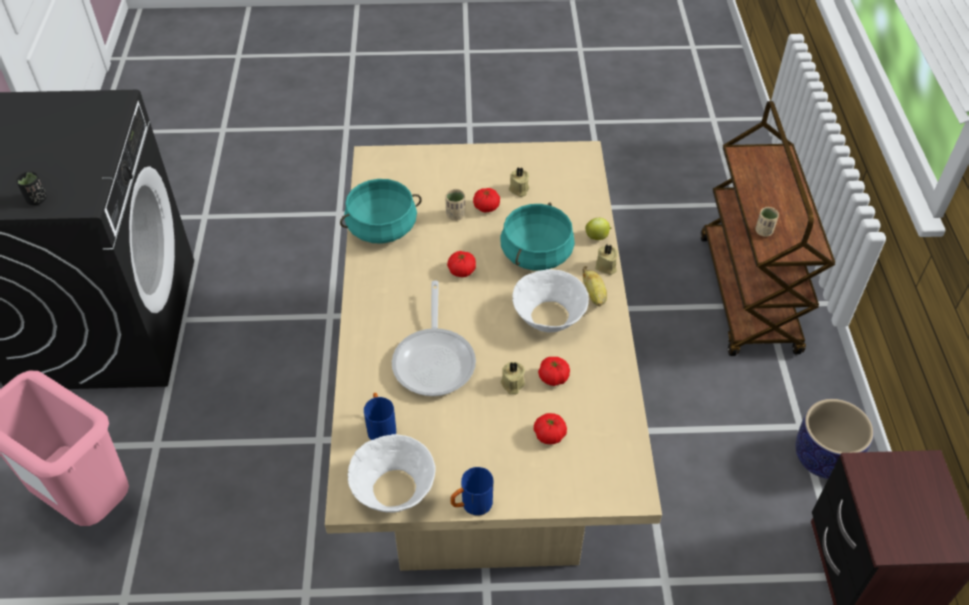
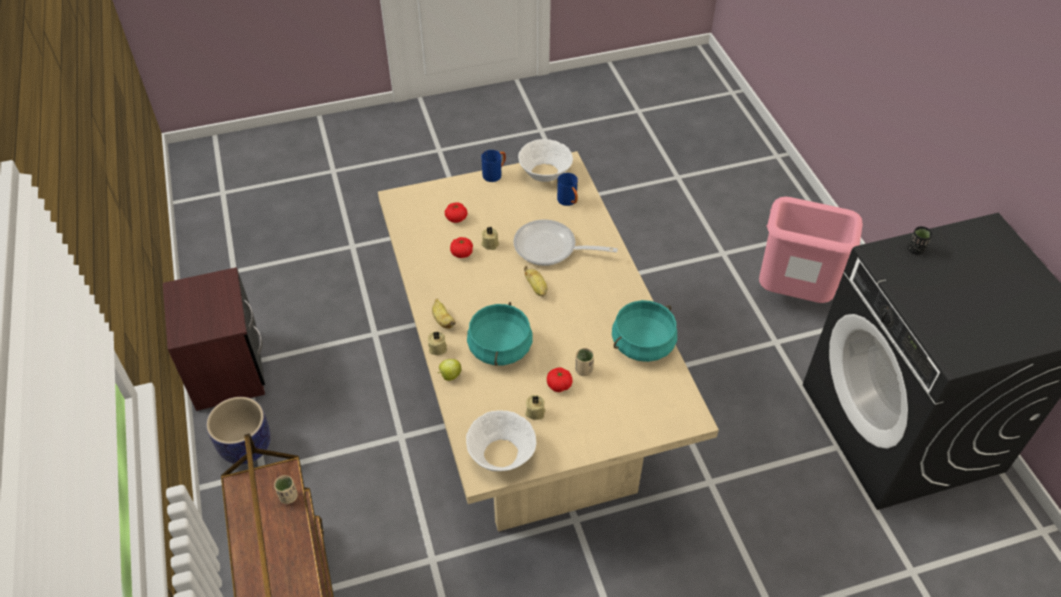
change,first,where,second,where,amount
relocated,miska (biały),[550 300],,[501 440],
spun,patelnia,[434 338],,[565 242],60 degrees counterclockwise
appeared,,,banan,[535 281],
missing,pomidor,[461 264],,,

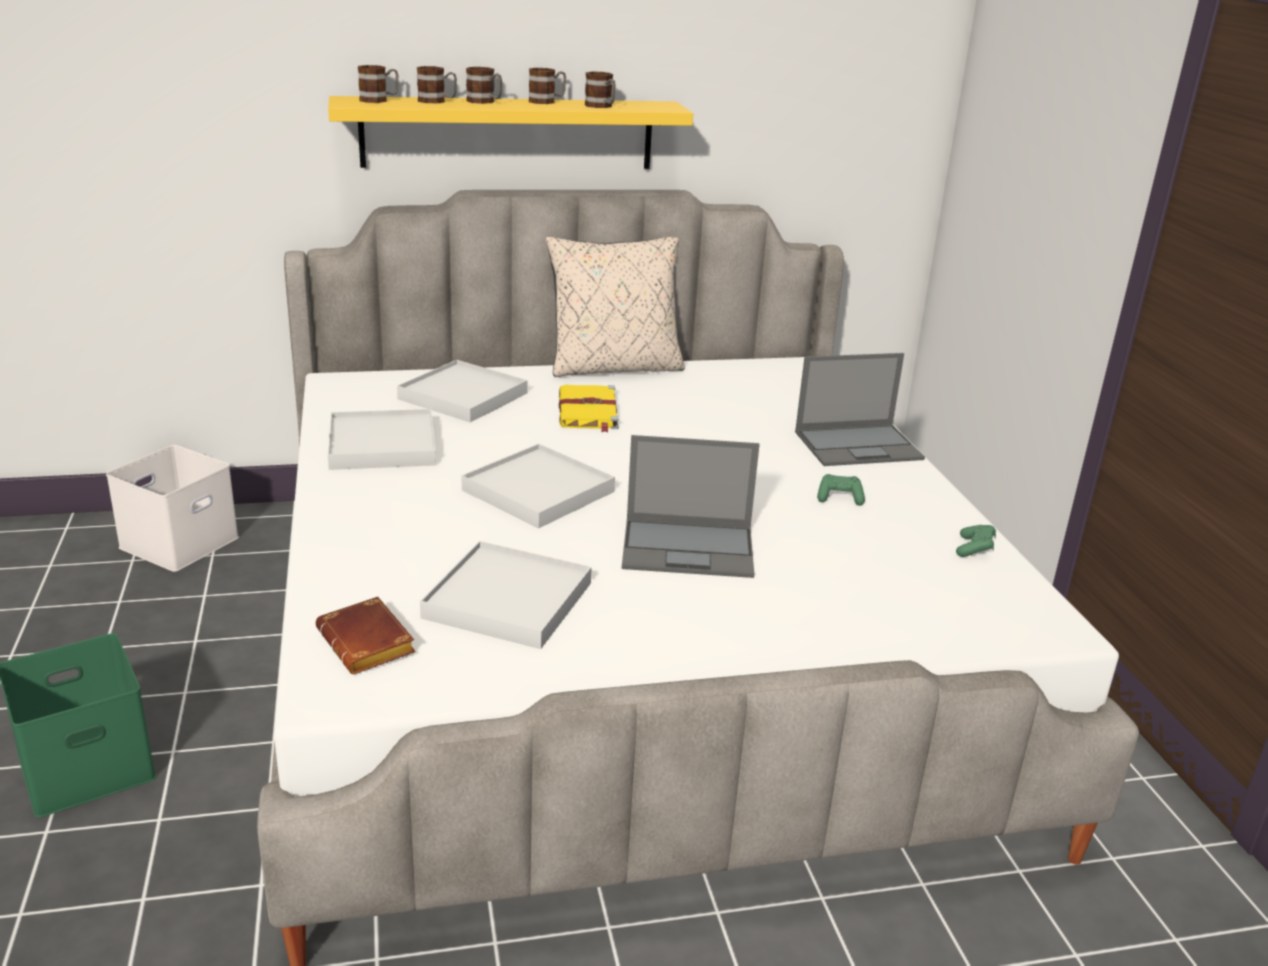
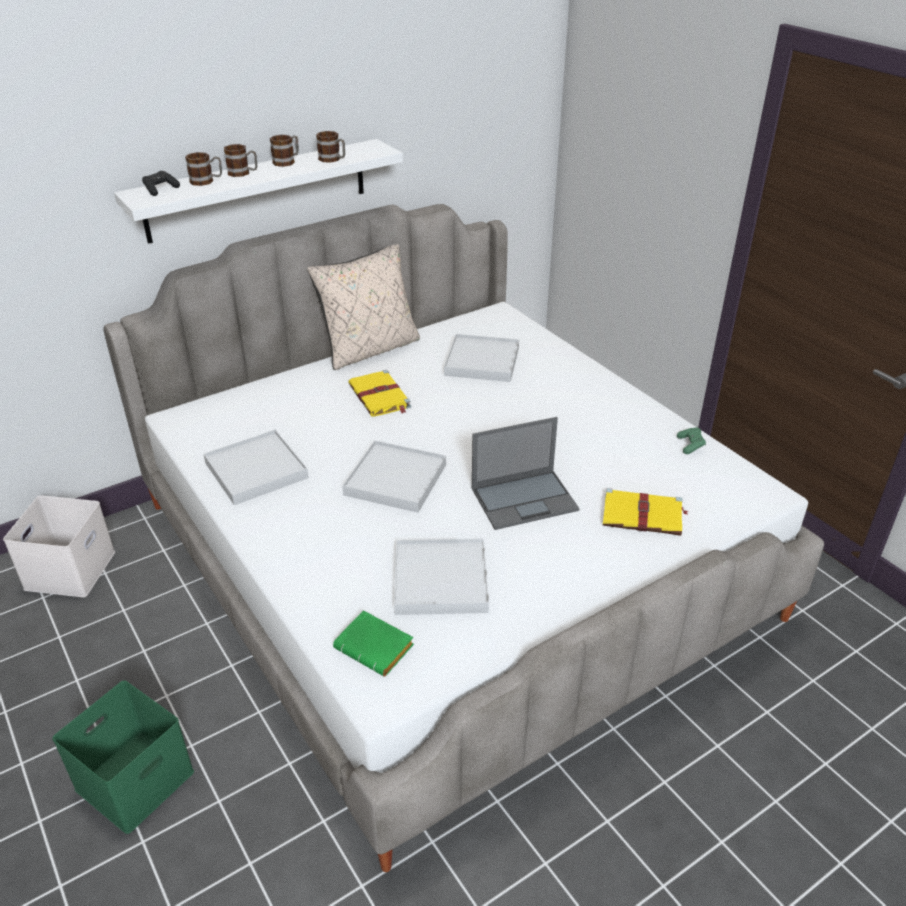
change,first,where,second,where,amount
colour,półka (żółty),[510 132],półka (biały),[258 191],
exchanged,kubek,[378 84],pad do gier (czarny),[161 183],
colour,książka (brązowy),[366 635],książka (zielony),[373 643],
relocated,taca (biały),[462 391],,[481 358],
appeared,,,książka (żółty),[646 512],
missing,laptop,[860 409],,,
missing,pad do gier (zielony),[841 490],,,

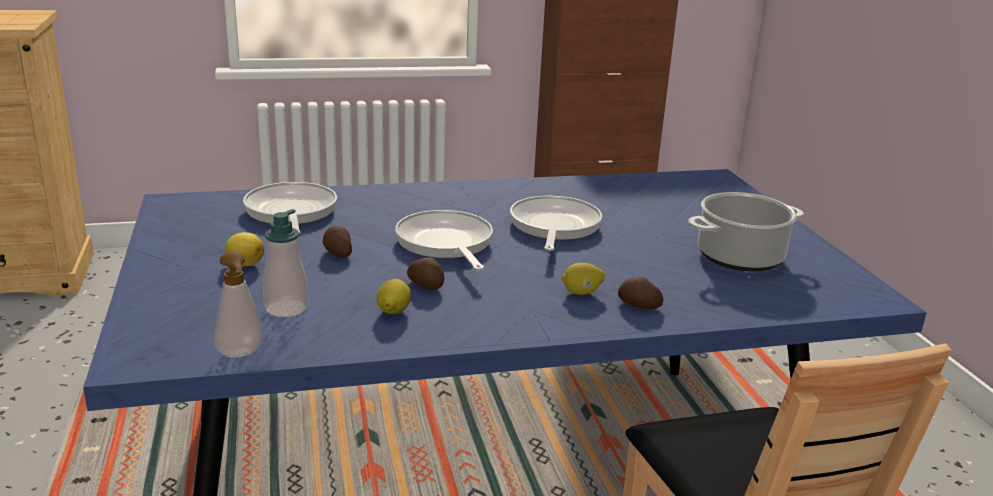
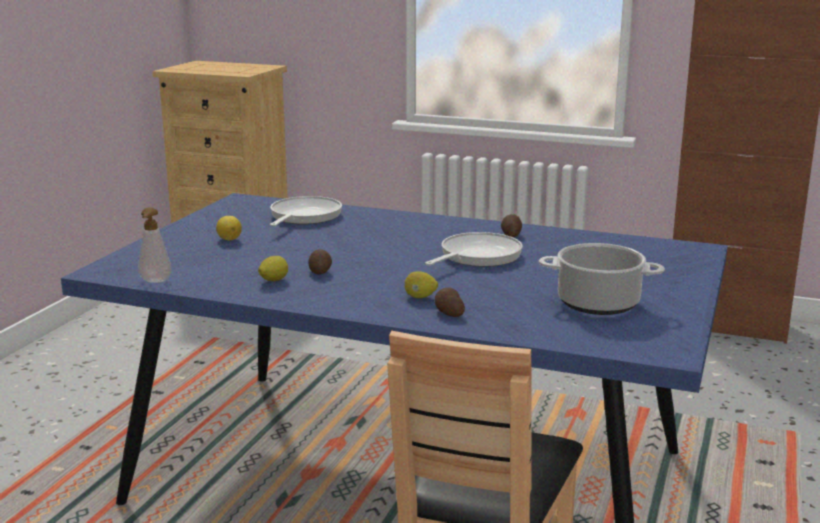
change,first,where,second,where,amount
relocated,ziemniak,[337 242],,[511 226],
missing,dozownik mydła,[286 263],,,
missing,patelnia,[444 240],,,

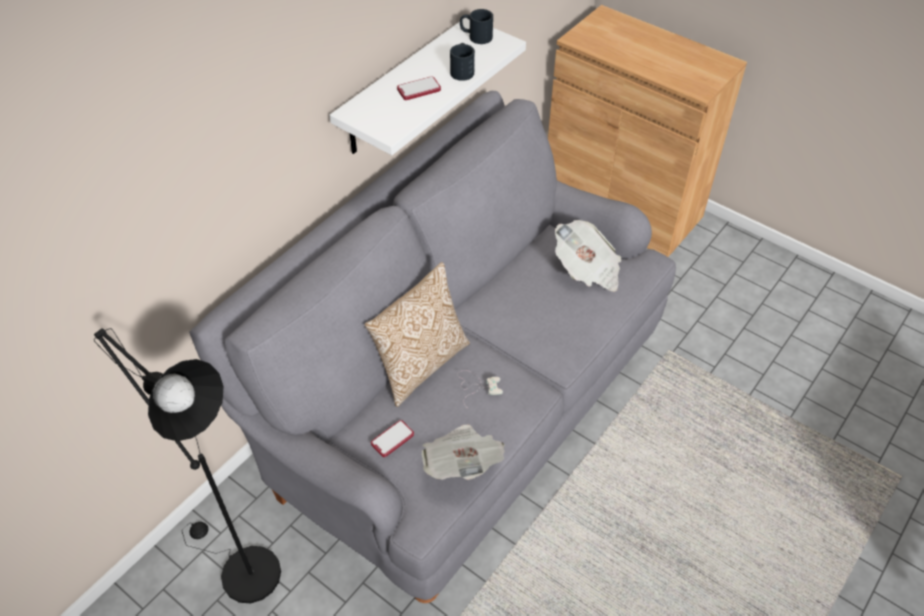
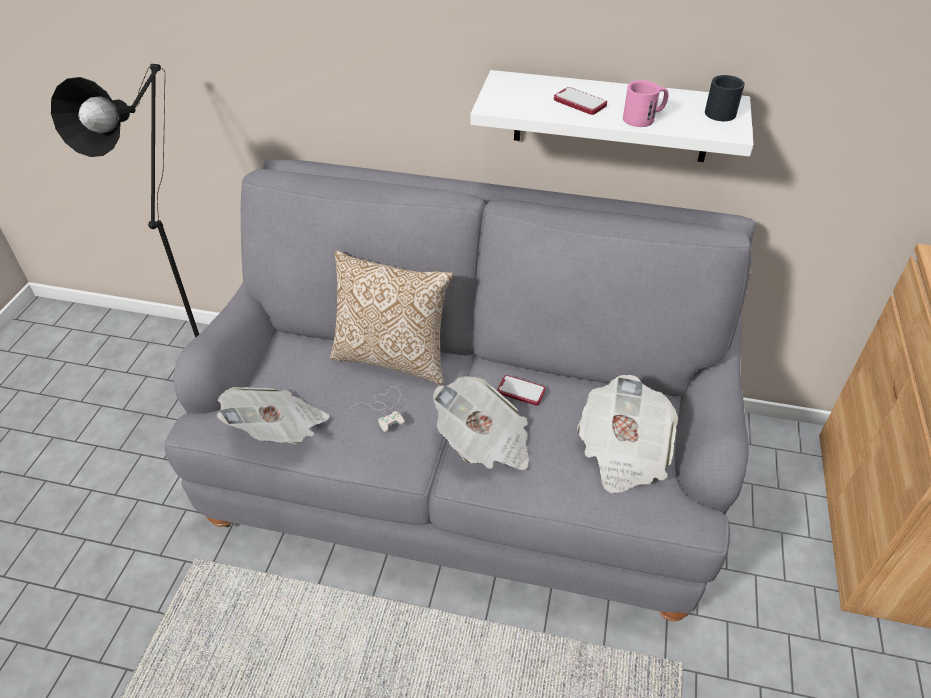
change,first,where,second,where,amount
appeared,,,gazeta,[481 423],
relocated,telefon,[392 438],,[521 390],
colour,kubek (czarny),[462 62],kubek (różowy),[646 103],

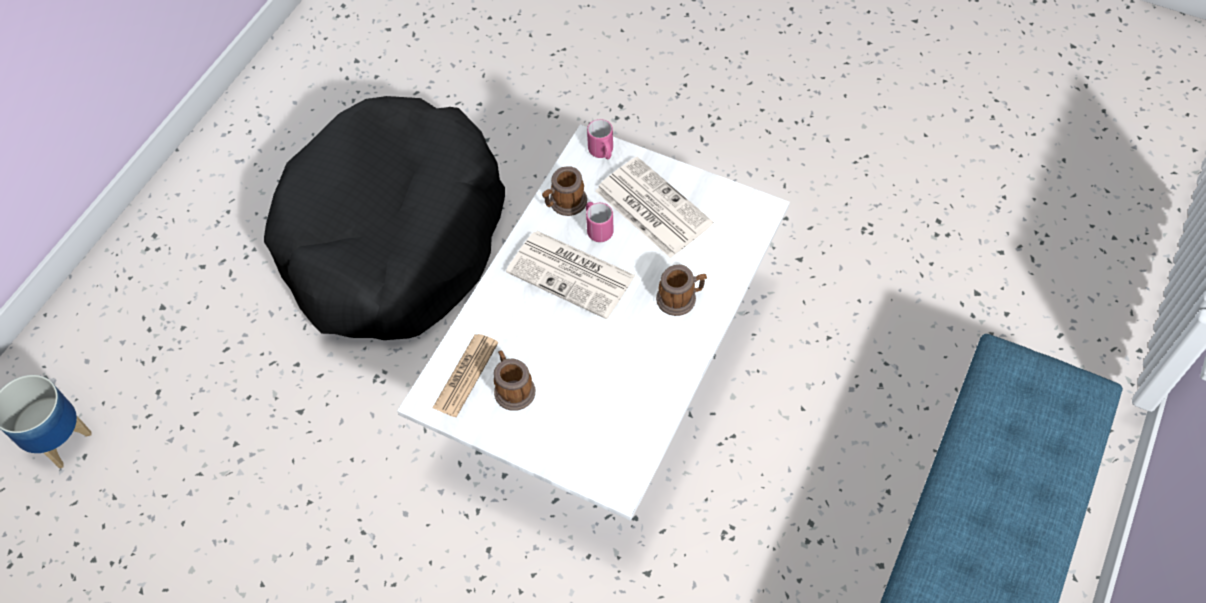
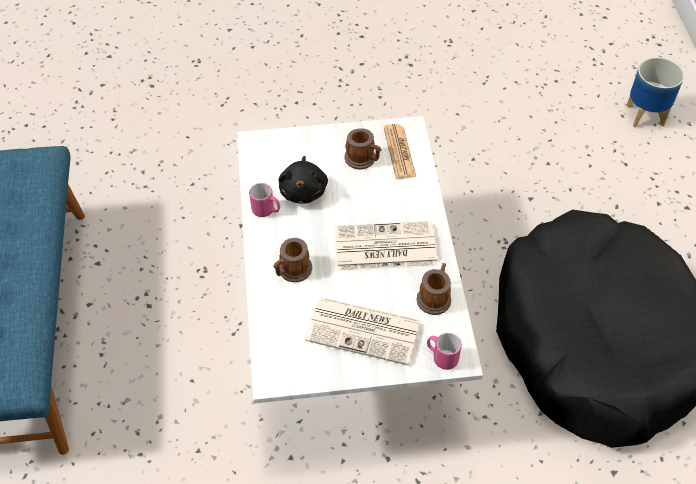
change,first,where,second,where,amount
relocated,kubek (różowy),[600 222],,[264 200],
appeared,,,pluszak (czarny),[303 180],

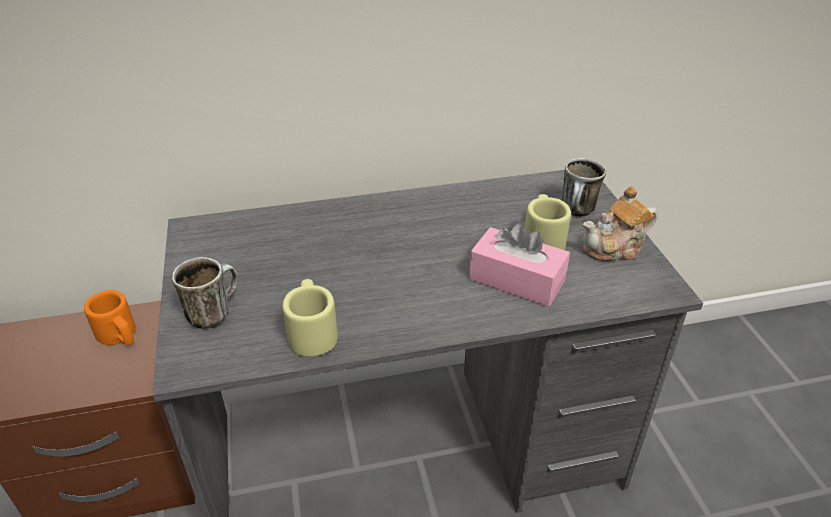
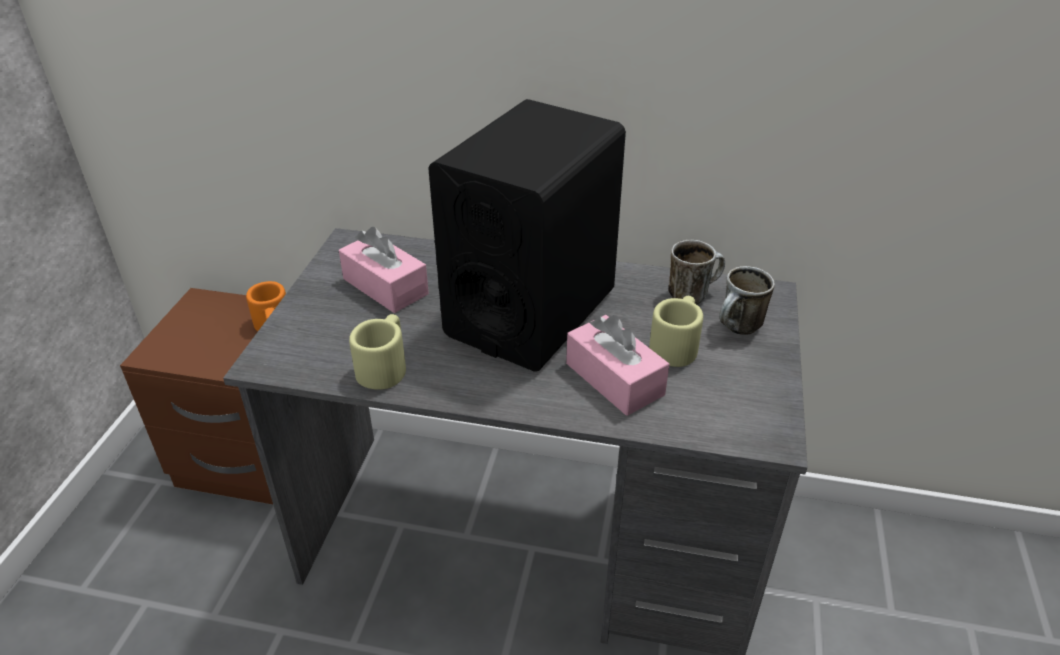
change,first,where,second,where,amount
appeared,,,pudełko chusteczek (różowy),[384 270],
appeared,,,głośnik (czarny),[527 235],
relocated,kubek,[205 293],,[696 272],
missing,imbryk,[620 223],,,

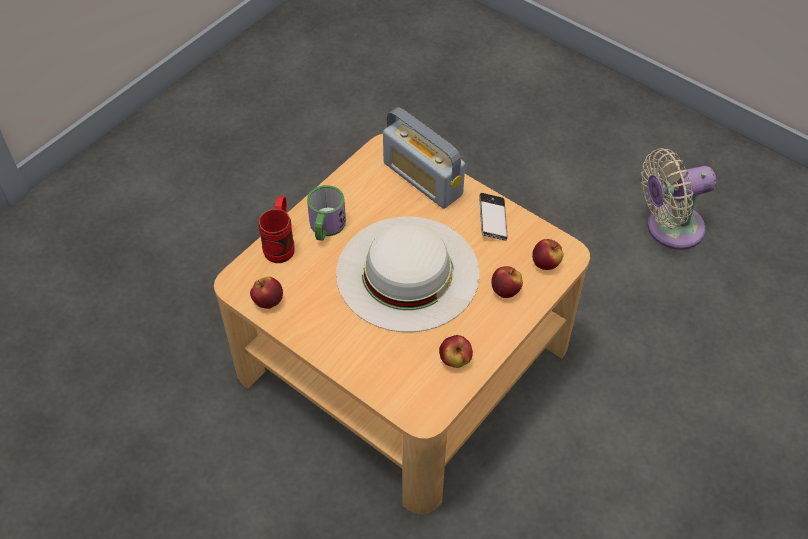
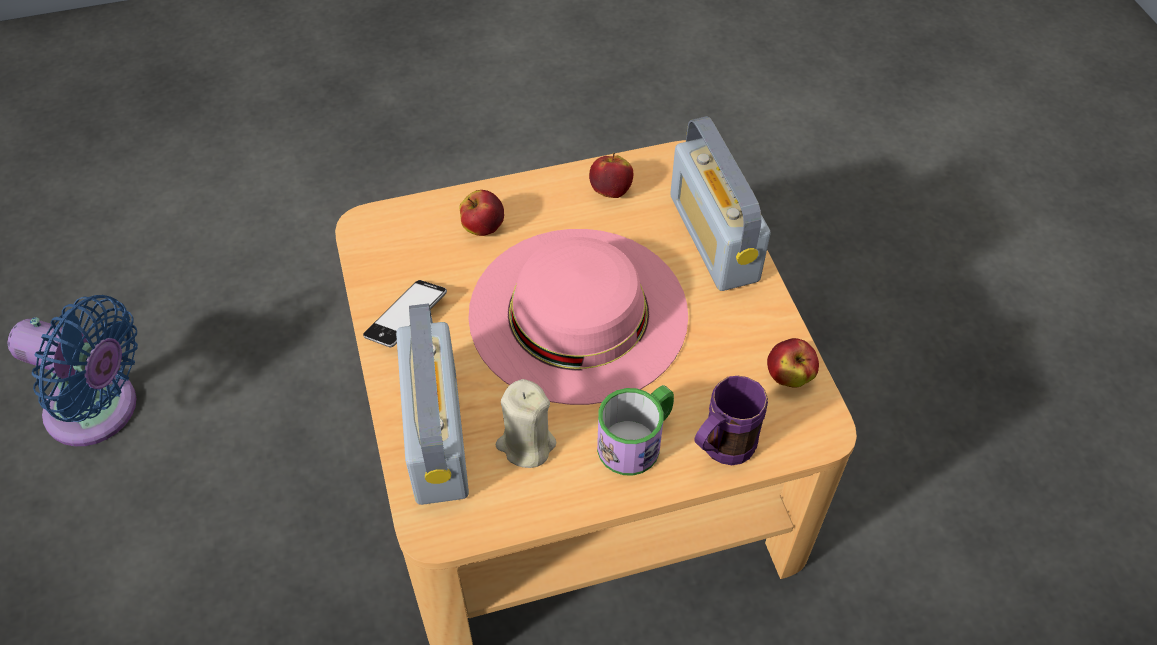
change,first,where,second,where,amount
colour,wentylator (beżowy),[678 199],wentylator (niebieski),[73 370],
colour,kapelusz (biały),[408 274],kapelusz (różowy),[578 317],
appeared,,,świeca (beżowy),[526 423],
appeared,,,radio,[720 203],
colour,kubek (czerwony),[276 229],kubek (fioletowy),[731 420],
missing,jabłko,[548 254],,,

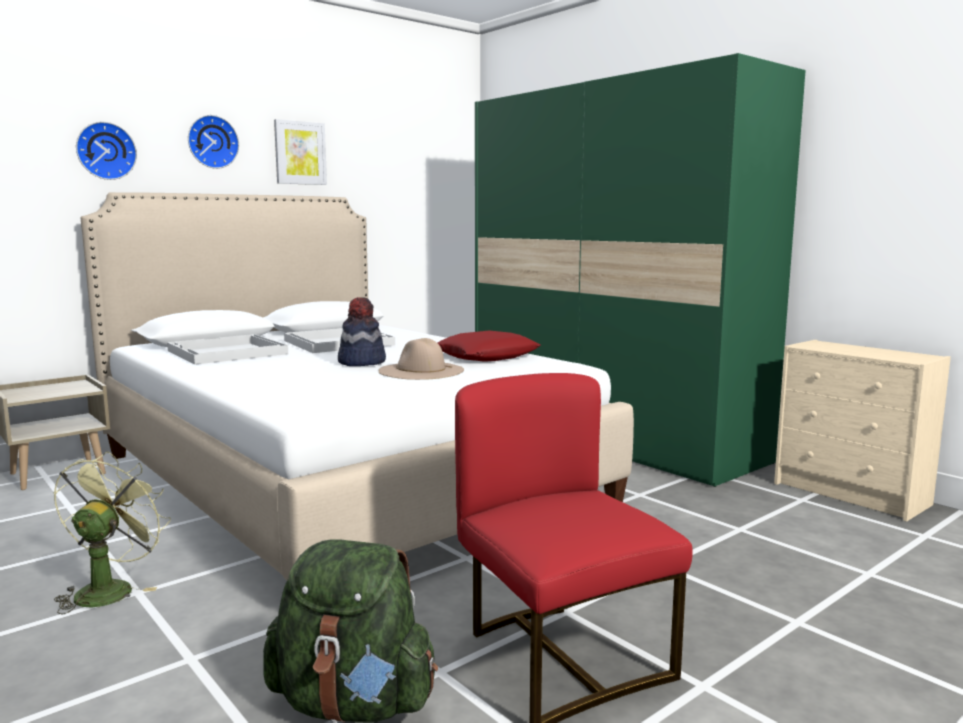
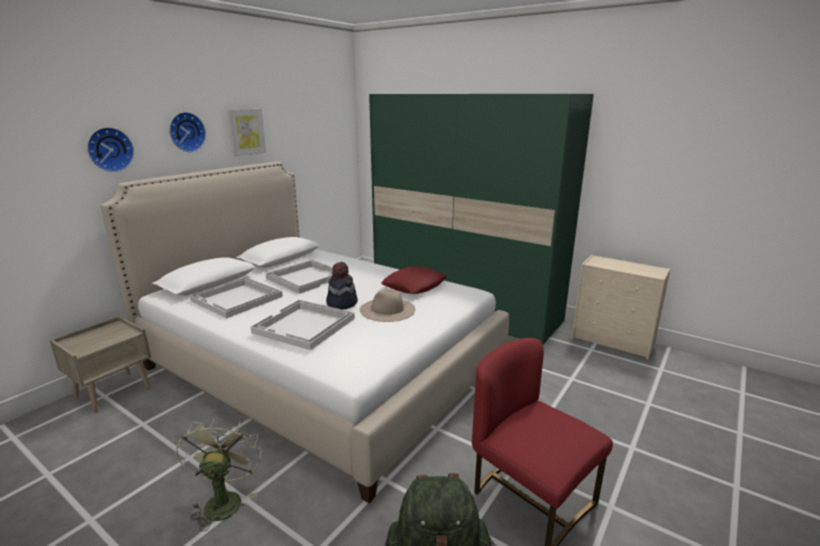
change,first,where,second,where,amount
appeared,,,taca (biały),[302 325],

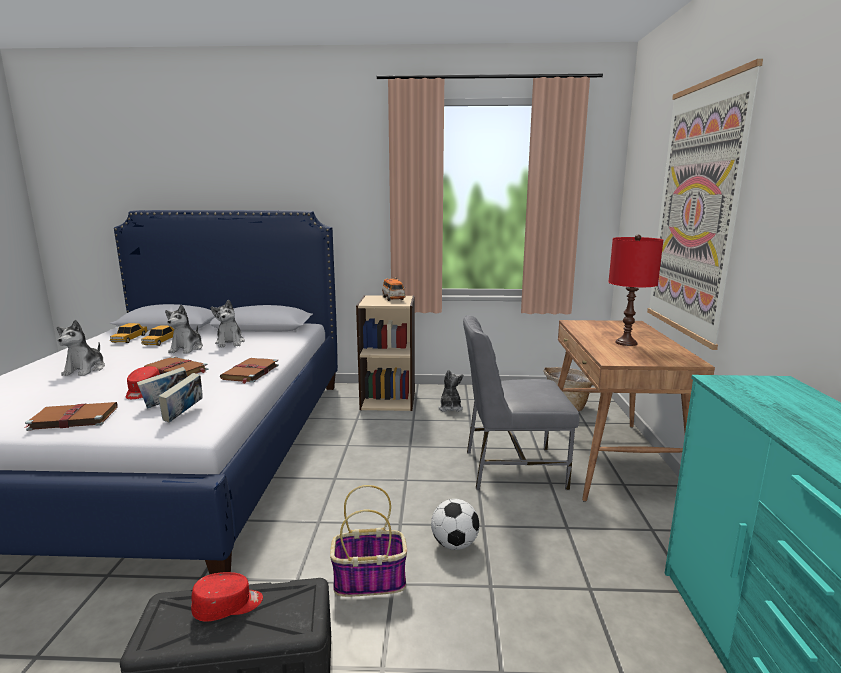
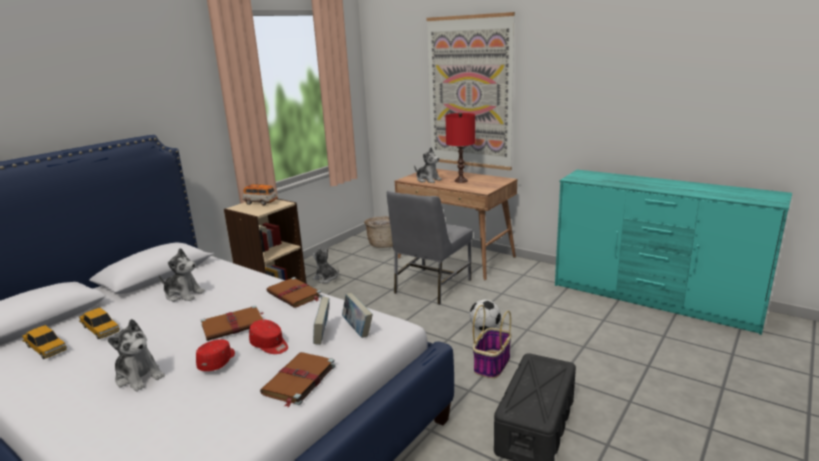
change,first,where,second,where,amount
relocated,czapka z daszkiem (czerwony),[227 597],,[215 355],
relocated,pluszak,[184 329],,[428 165],

